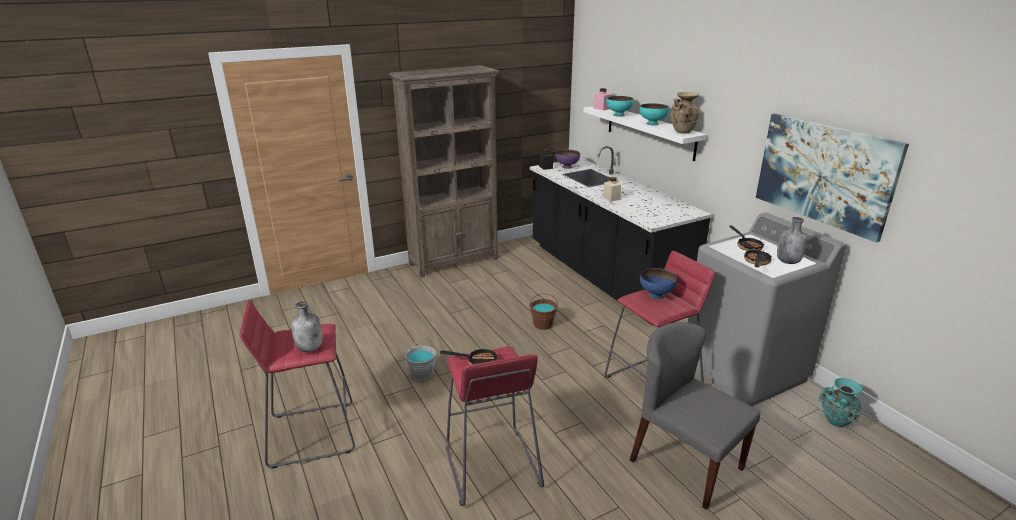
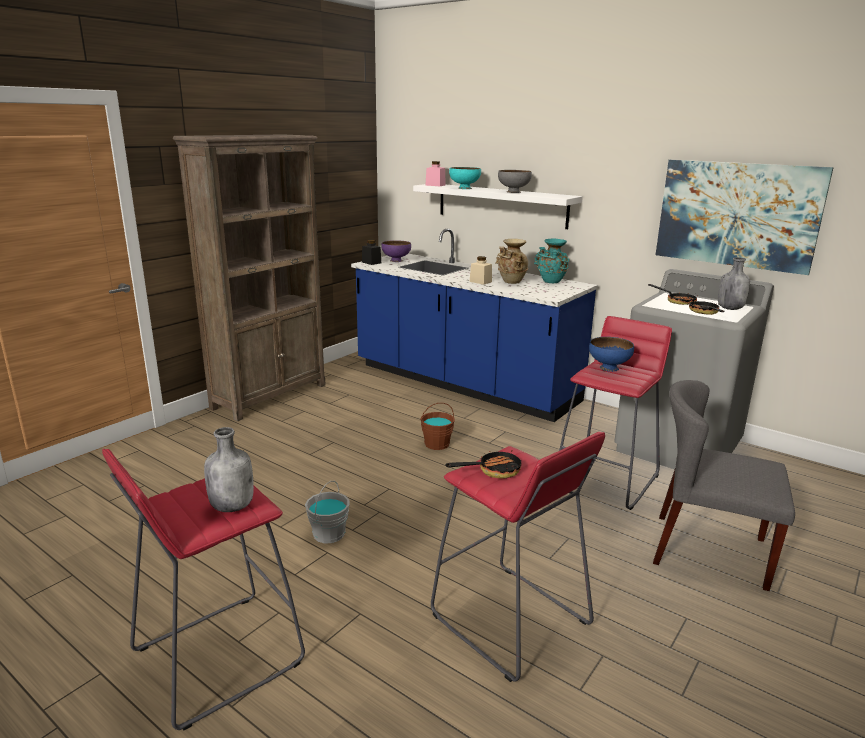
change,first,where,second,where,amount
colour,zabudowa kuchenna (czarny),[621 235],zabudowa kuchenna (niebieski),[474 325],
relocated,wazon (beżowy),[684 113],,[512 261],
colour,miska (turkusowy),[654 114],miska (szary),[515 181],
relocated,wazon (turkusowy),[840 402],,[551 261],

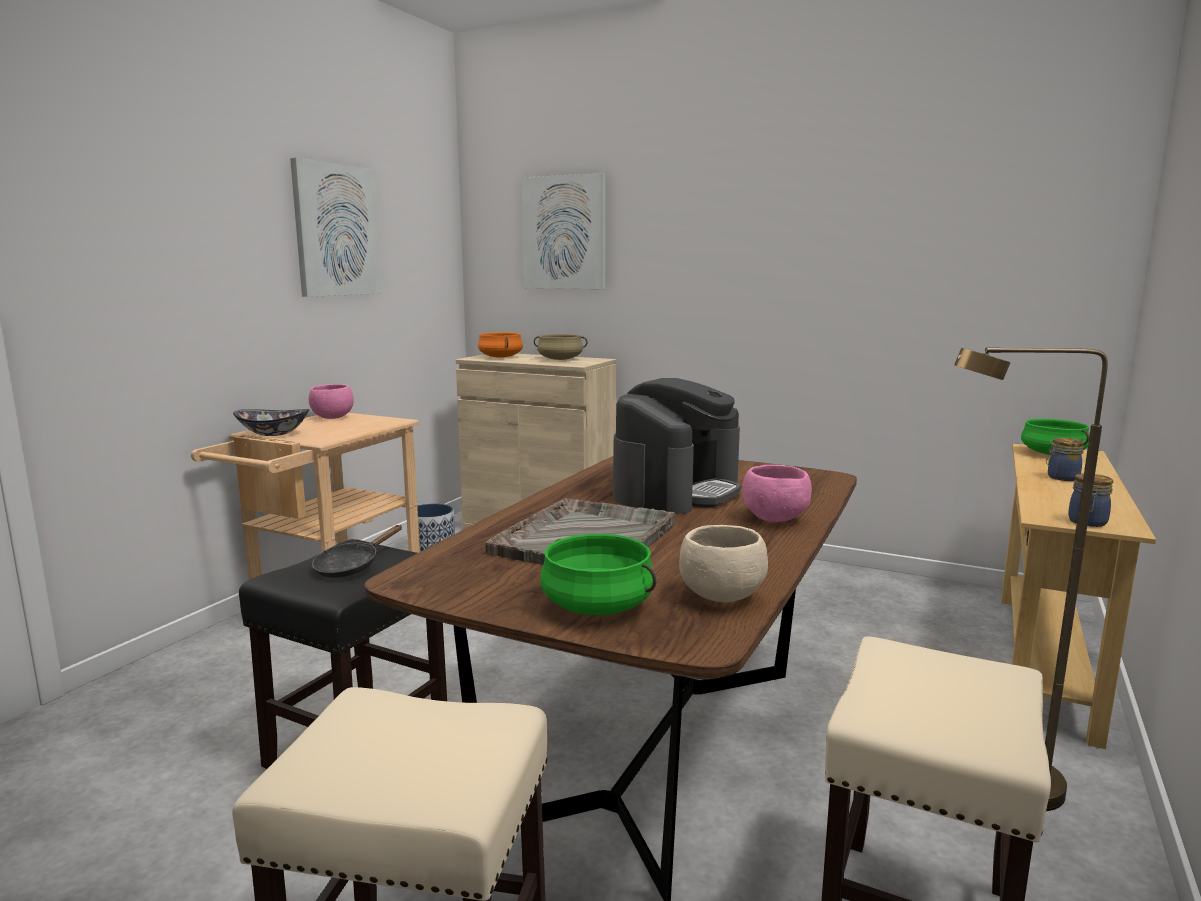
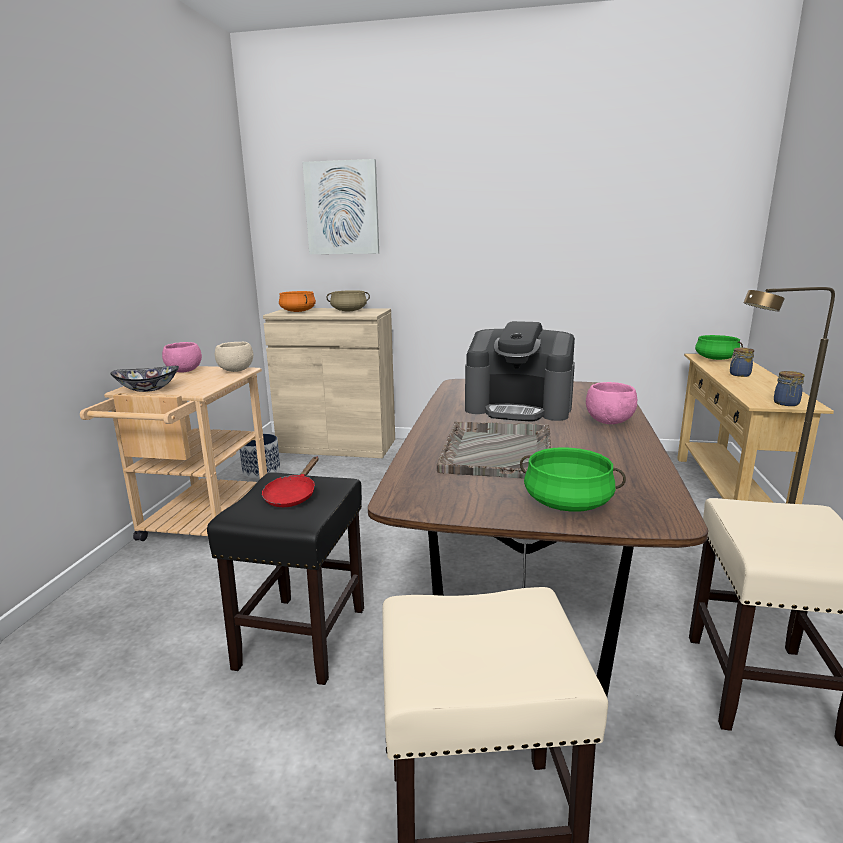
change,first,where,second,where,amount
relocated,miska (beżowy),[723 564],,[234 357],
colour,patelnia (czarny),[357 551],patelnia (czerwony),[290 481],
spun,ekspres do kawy,[677 446],,[520 371],90 degrees clockwise
missing,obraz,[336 227],,,

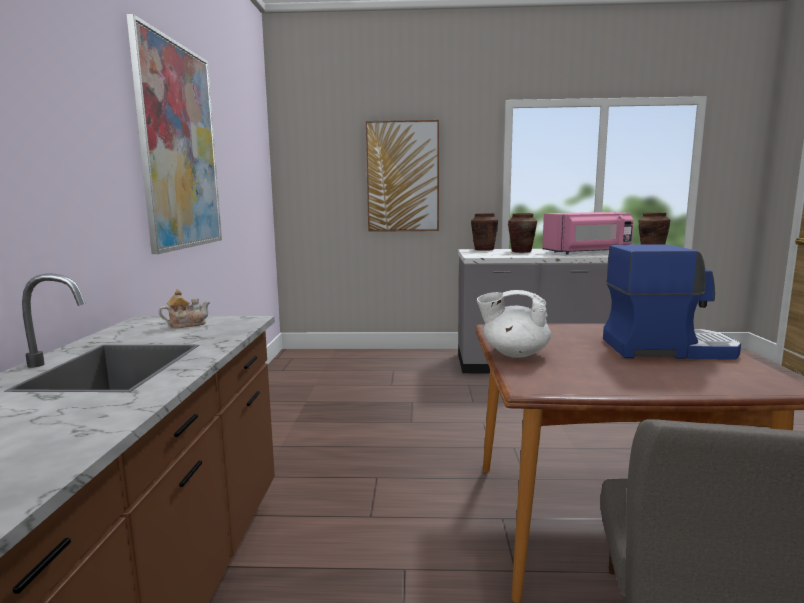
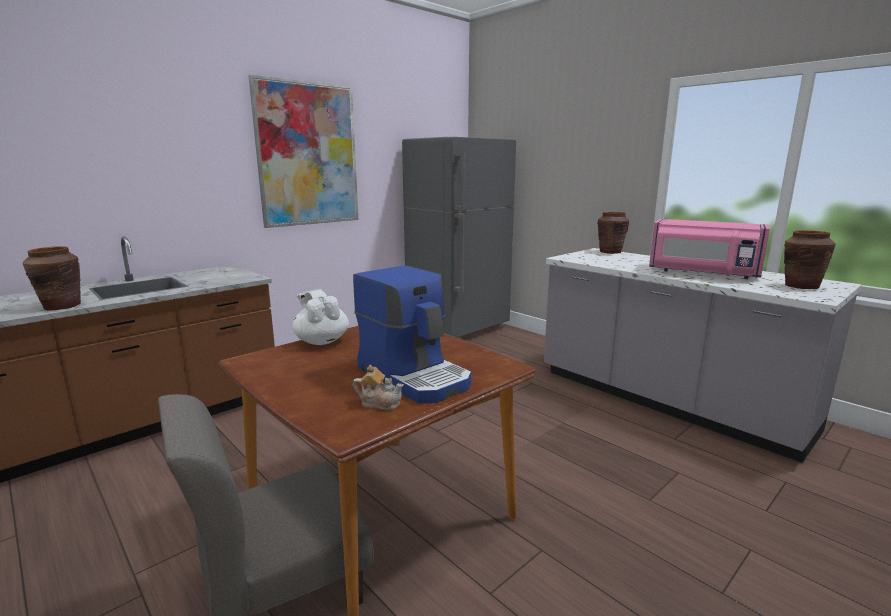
change,first,where,second,where,amount
relocated,wazon (brązowy),[522 233],,[52 278],
relocated,imbryk,[184 308],,[378 387],
appeared,,,lodówka (szary),[459 237],
missing,obraz,[402 176],,,

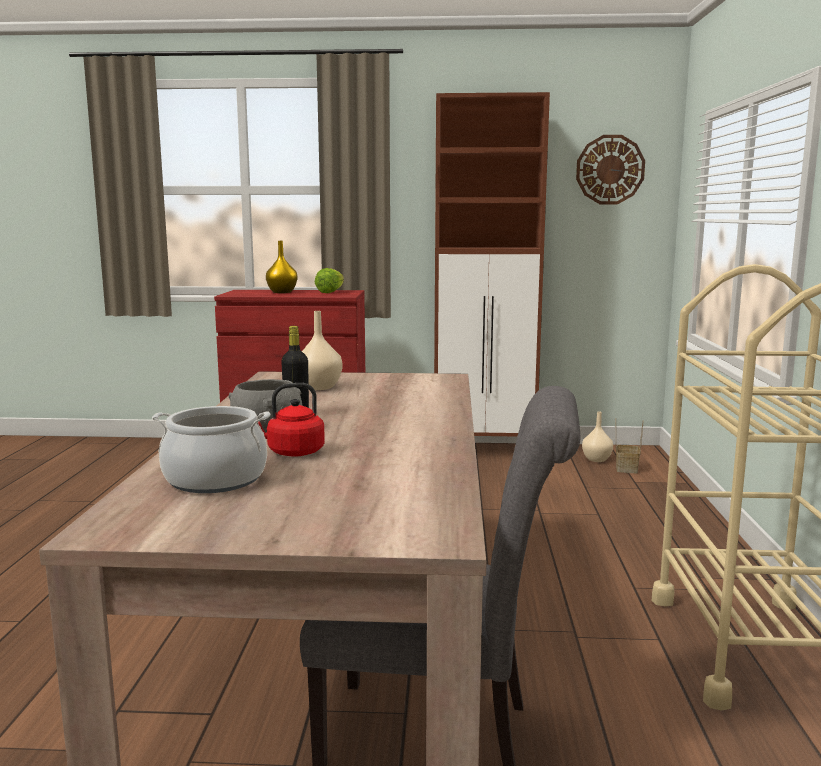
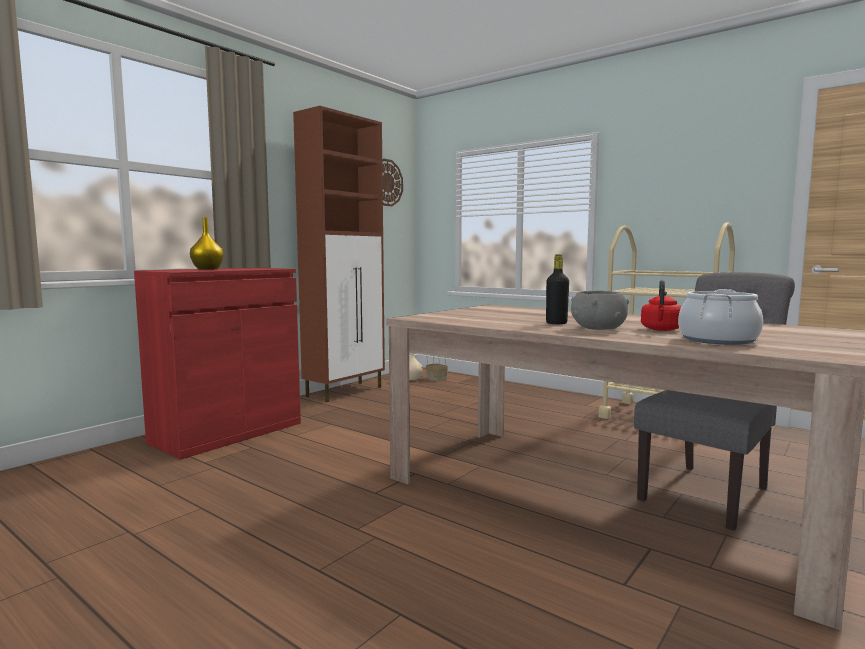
change,first,where,second,where,amount
missing,wazon (beżowy),[322 350],,,
missing,sałata,[329 280],,,

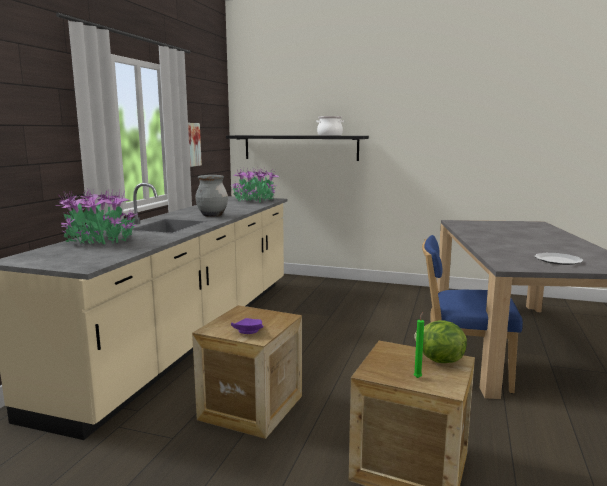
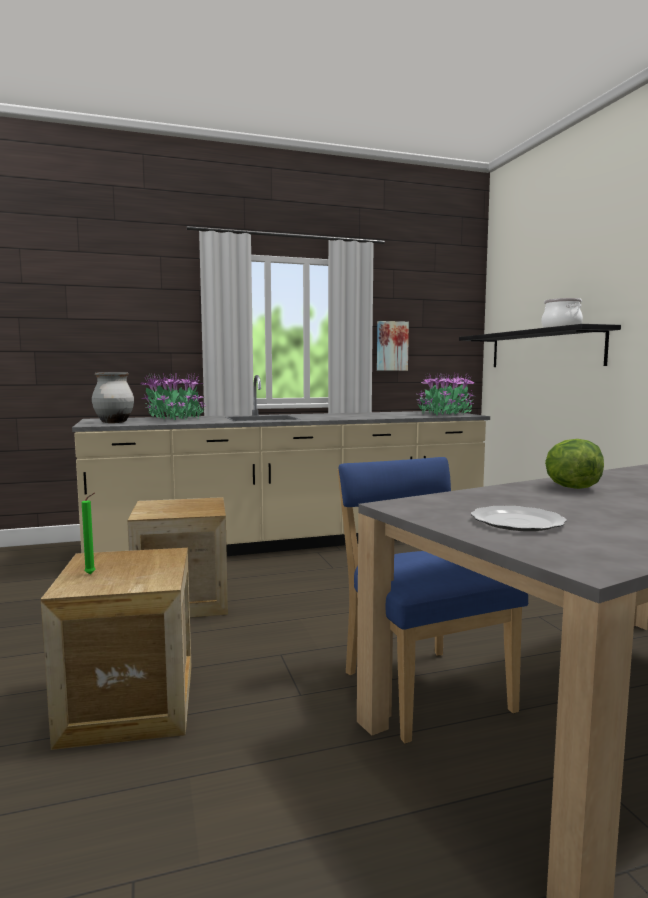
change,first,where,second,where,amount
relocated,wazon (szary),[211 196],,[113 398],
relocated,sałata,[440 341],,[574 464],
missing,talerz (fioletowy),[247 326],,,

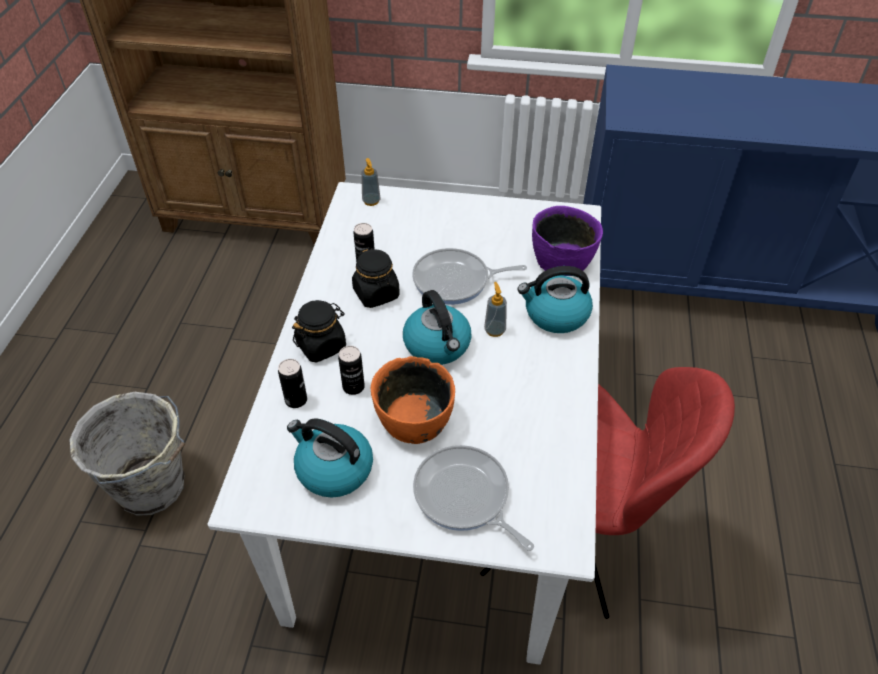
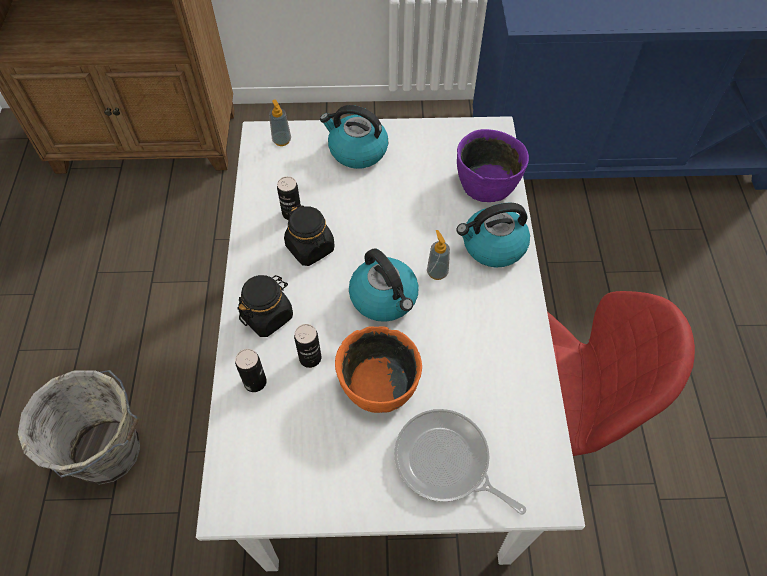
change,first,where,second,where,amount
relocated,czajnik,[330 458],,[354 137],
missing,patelnia,[469 276],,,

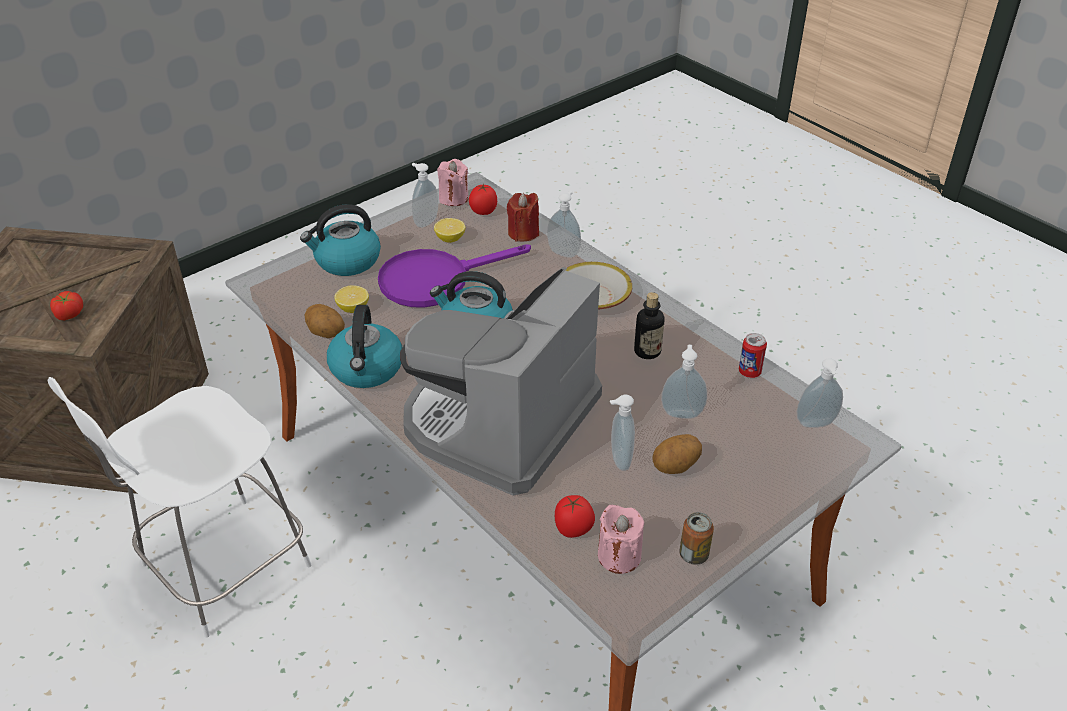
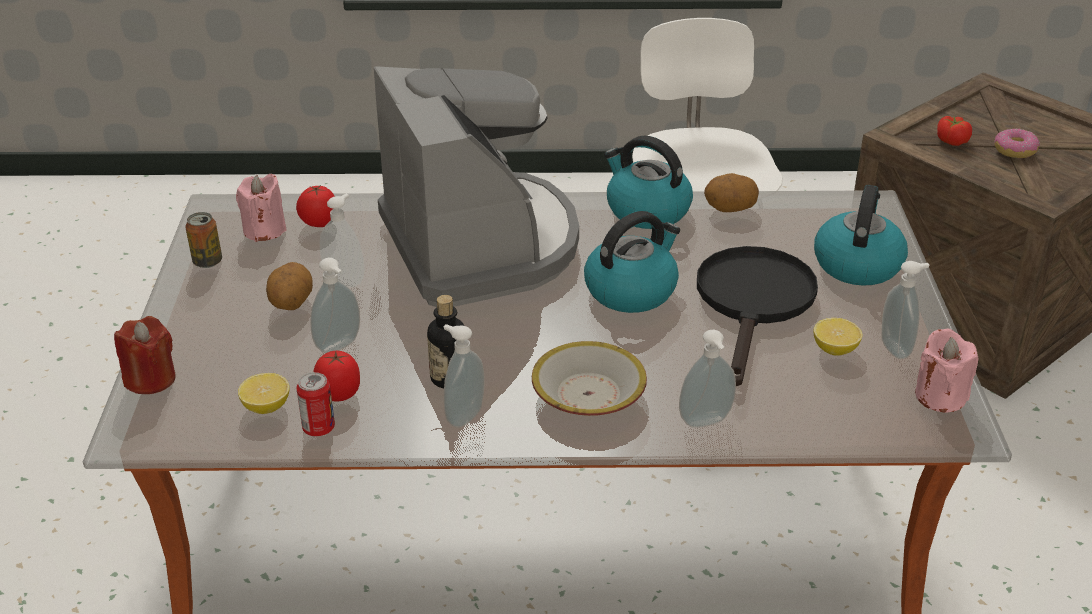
change,first,where,second,where,amount
relocated,świeca (czerwony),[523 217],,[145 355],
relocated,cytryna,[351 299],,[264 393],
relocated,pomidor,[483 199],,[337 376],
relocated,dozownik mydła,[820 393],,[464 376],
colour,patelnia (fioletowy),[454 275],patelnia (czarny),[757 316],
appeared,,,donut,[1017 143],

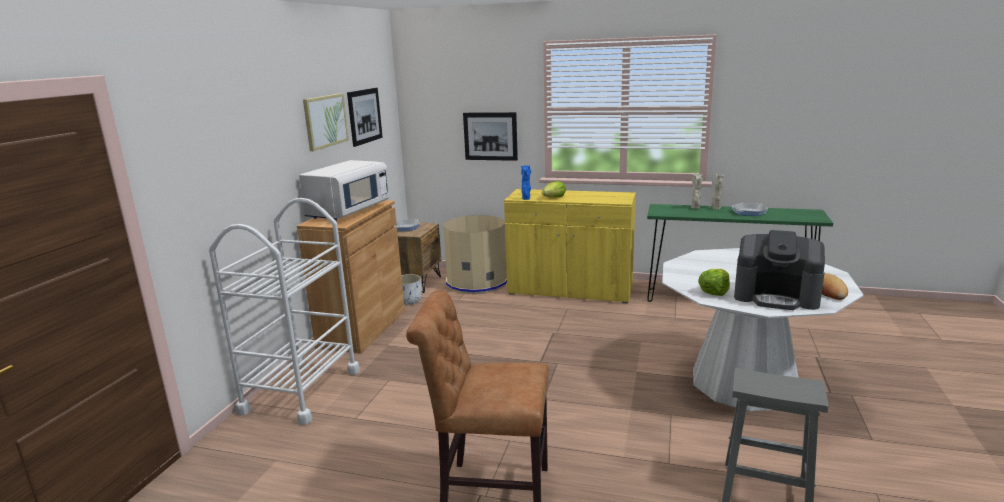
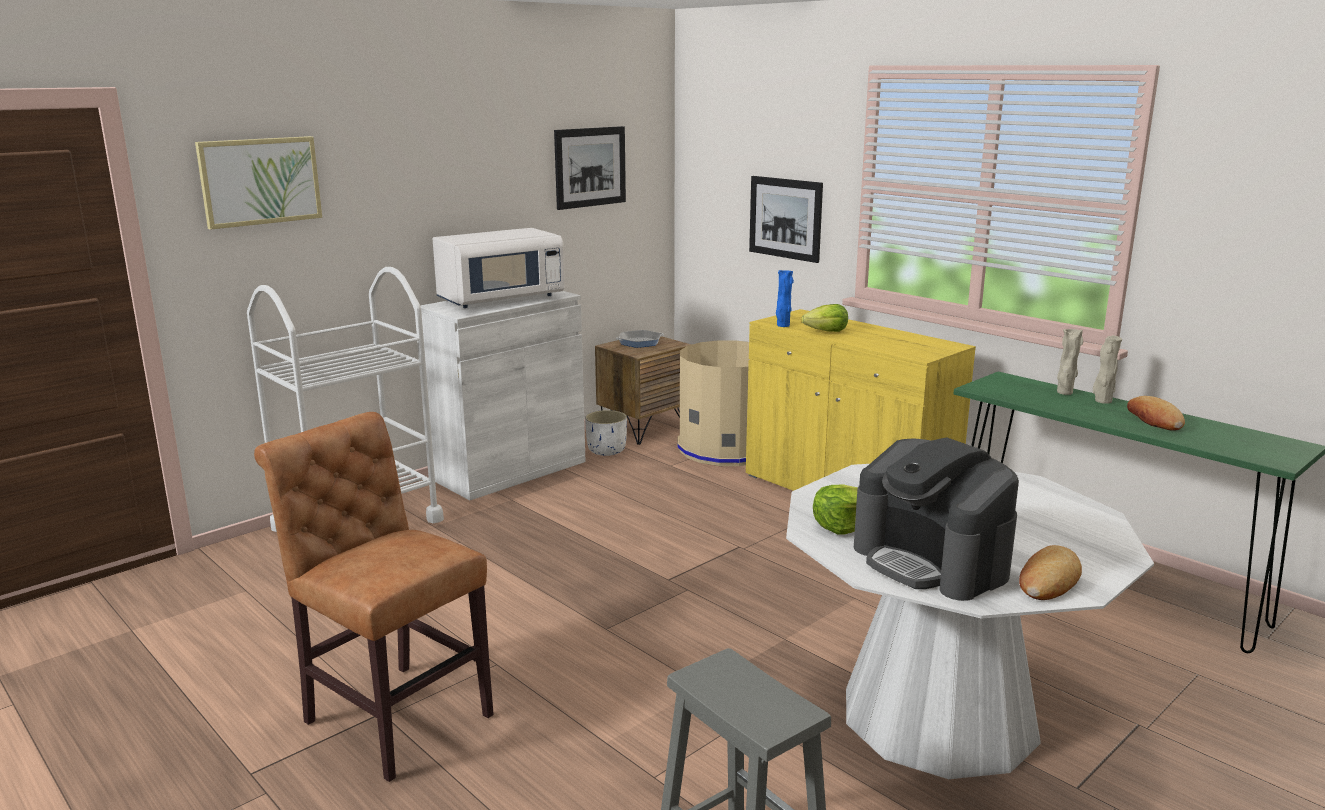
change,first,where,second,where,amount
relocated,obraz,[326 122],,[258 183],
colour,szafka (brązowy),[351 277],szafka (biały),[503 396],
exchanged,patelnia,[750 209],chleb,[1156 413],

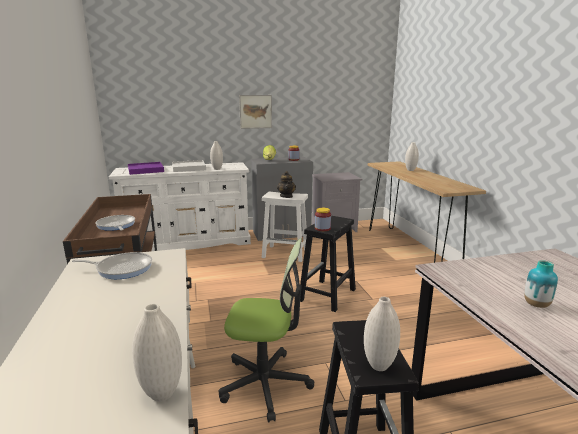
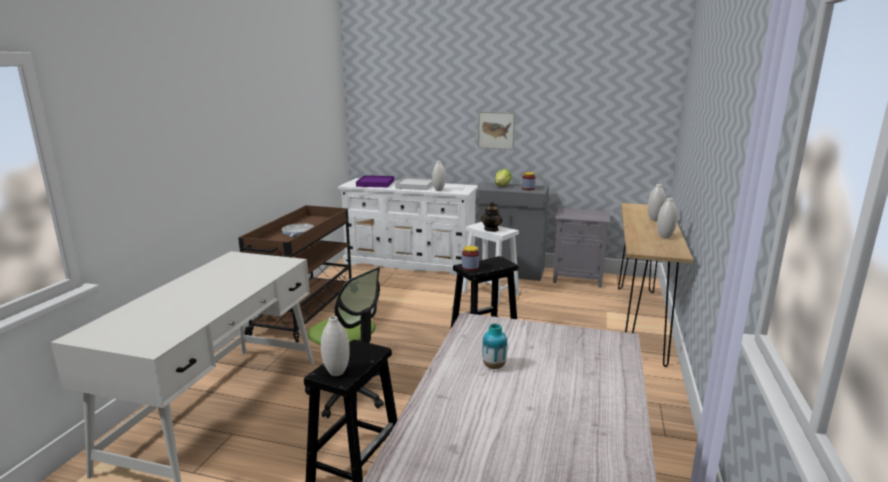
change,first,where,second,where,amount
relocated,wazon (biały),[157 353],,[667 218],
missing,patelnia,[111 265],,,

